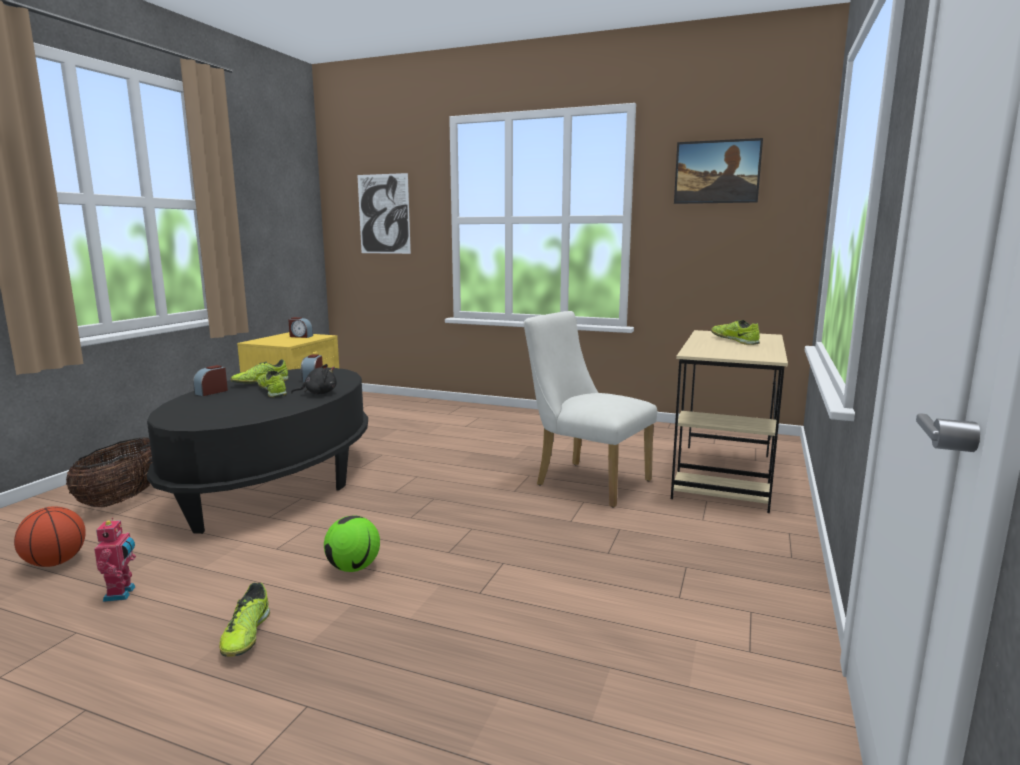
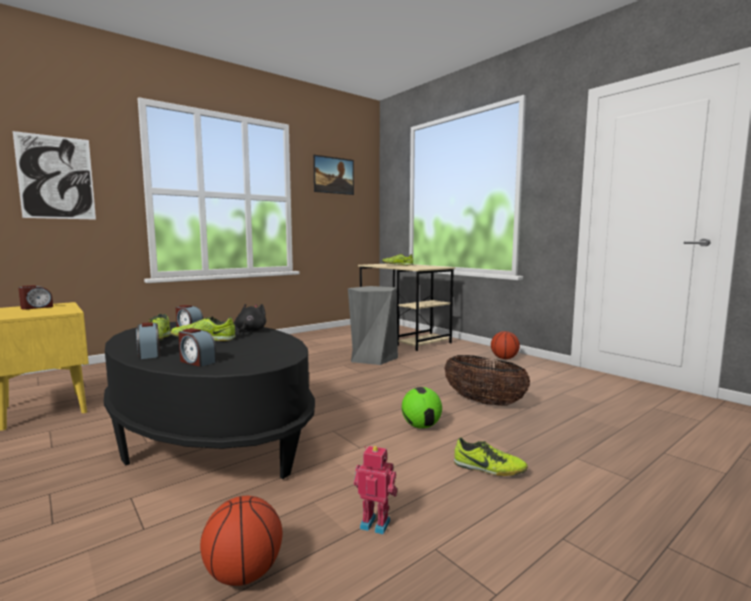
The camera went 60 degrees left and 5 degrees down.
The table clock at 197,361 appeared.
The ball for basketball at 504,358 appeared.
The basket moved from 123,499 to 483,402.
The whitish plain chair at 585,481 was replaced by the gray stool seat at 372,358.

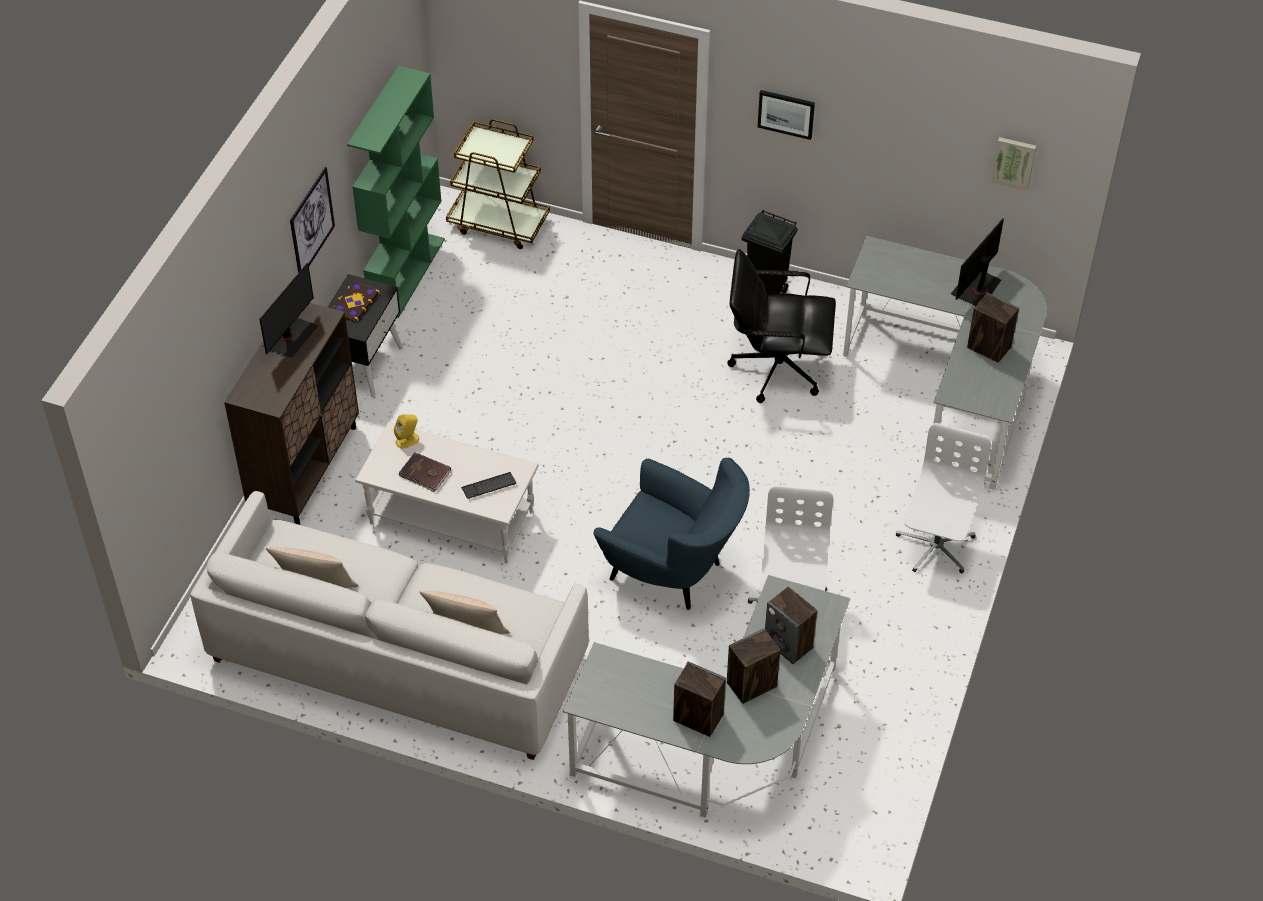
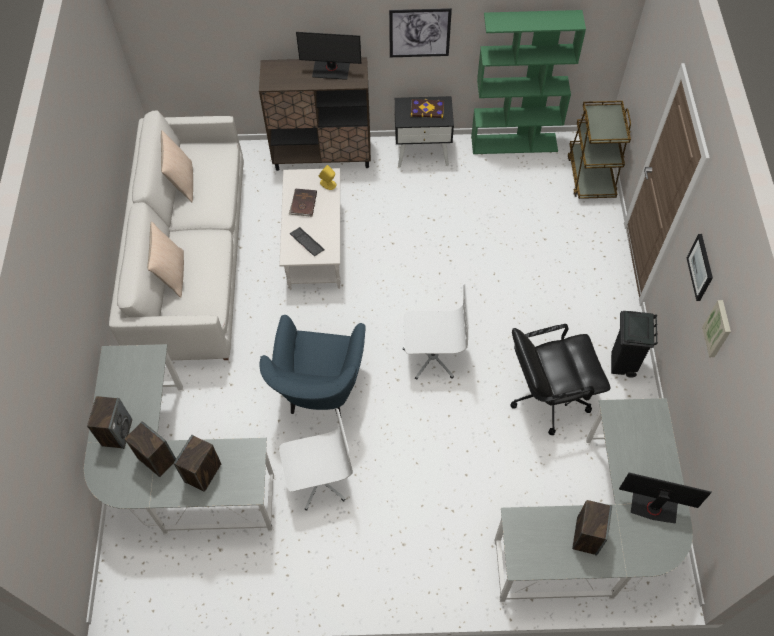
The camera went 70 degrees right and 10 degrees up.
The whitish office chair moved from 935,546 to 432,356.
The wall picture moved from 1014,162 to 718,329.
The black office chair at 776,368 turned 90 degrees counterclockwise.

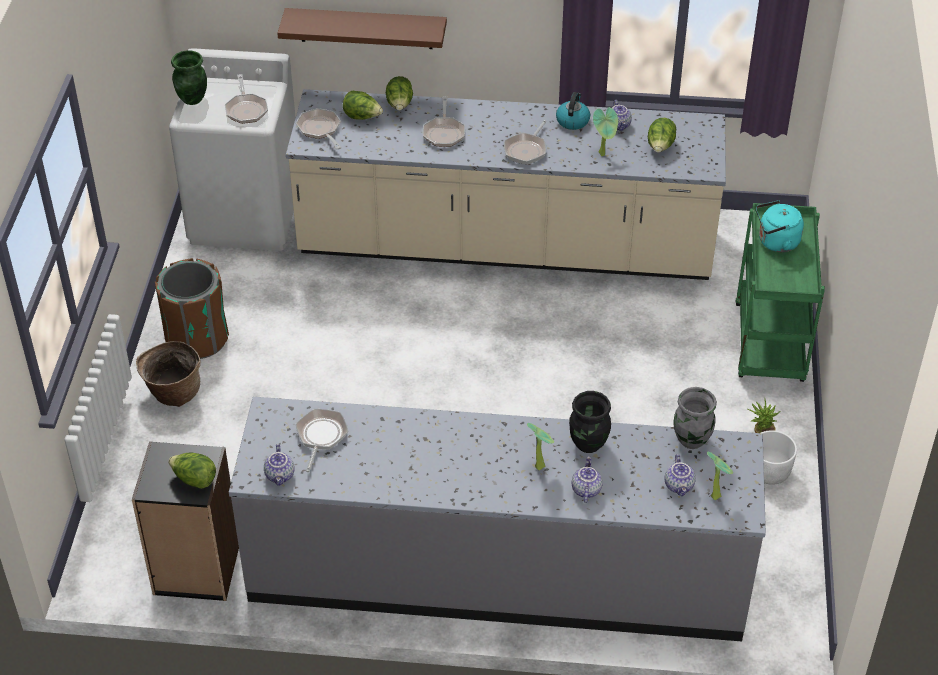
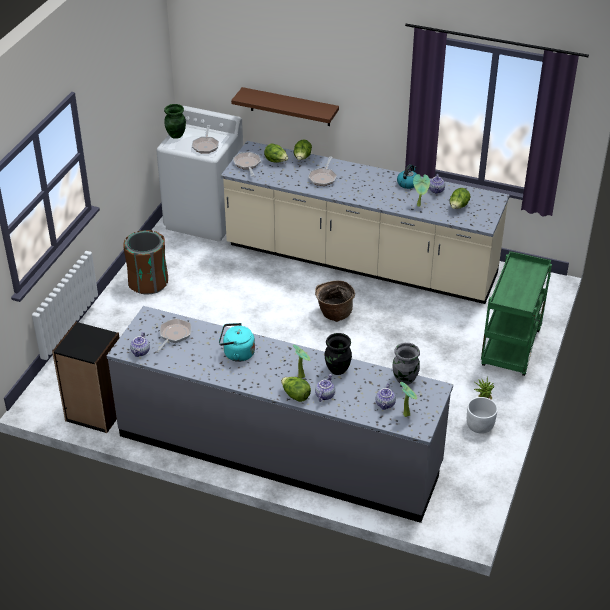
The camera went 15 degrees right and 5 degrees down.
The skillet at 526,150 disappeared.
The basket moved from 173,393 to 334,313.
The lettuce head moved from 194,480 to 295,396.
The blue-green water kettle moved from 776,242 to 237,353.

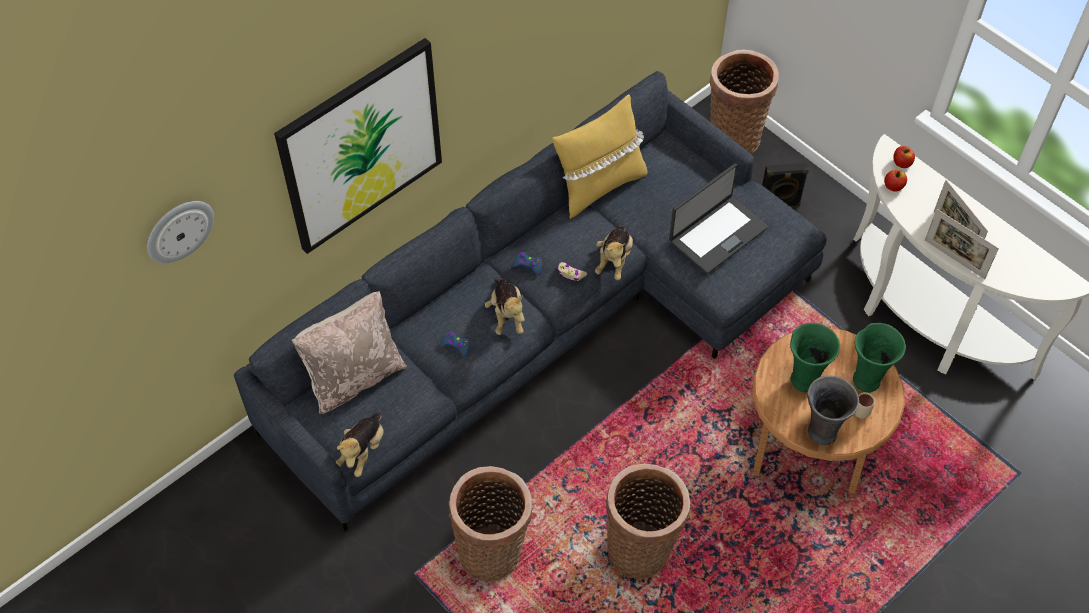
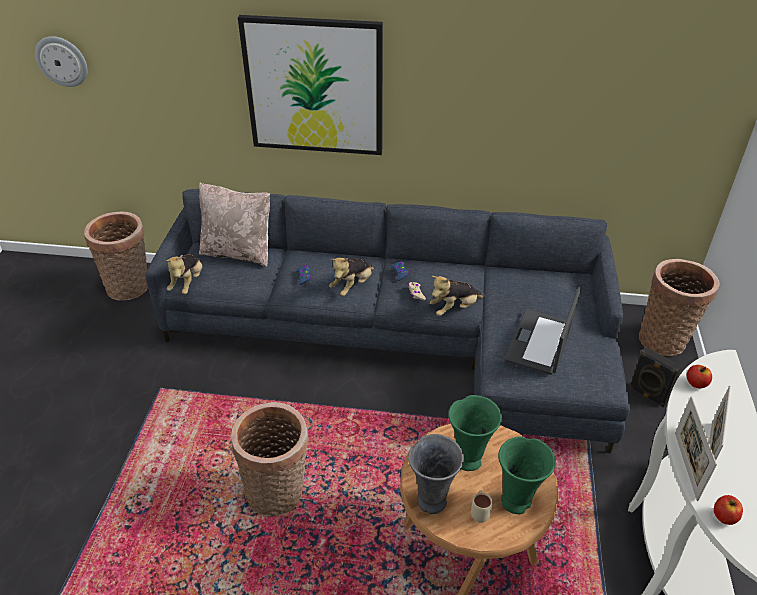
The camera went 50 degrees right and 15 degrees down.
The yellow pillow at 599,186 disappeared.
The clock on the wall moved from 179,230 to 62,61.
The basket moved from 493,550 to 130,288.
The whole apple moved from 901,163 to 724,516.
The cuddly toy at 363,451 turned 60 degrees counterclockwise.
The portable computer at 717,234 turned 105 degrees clockwise.

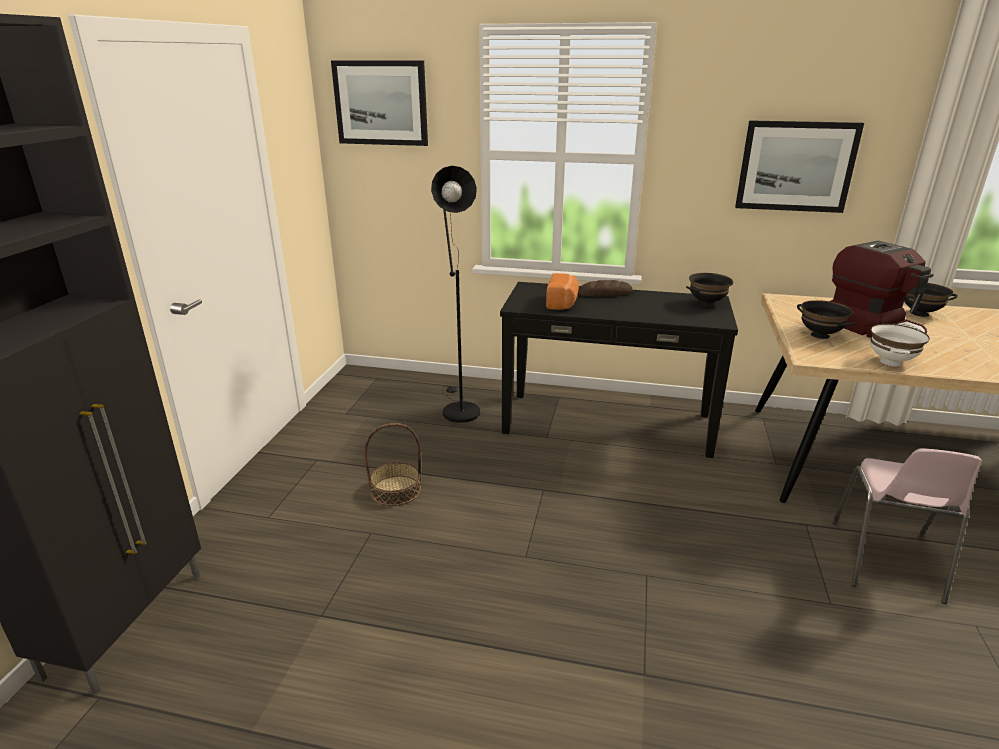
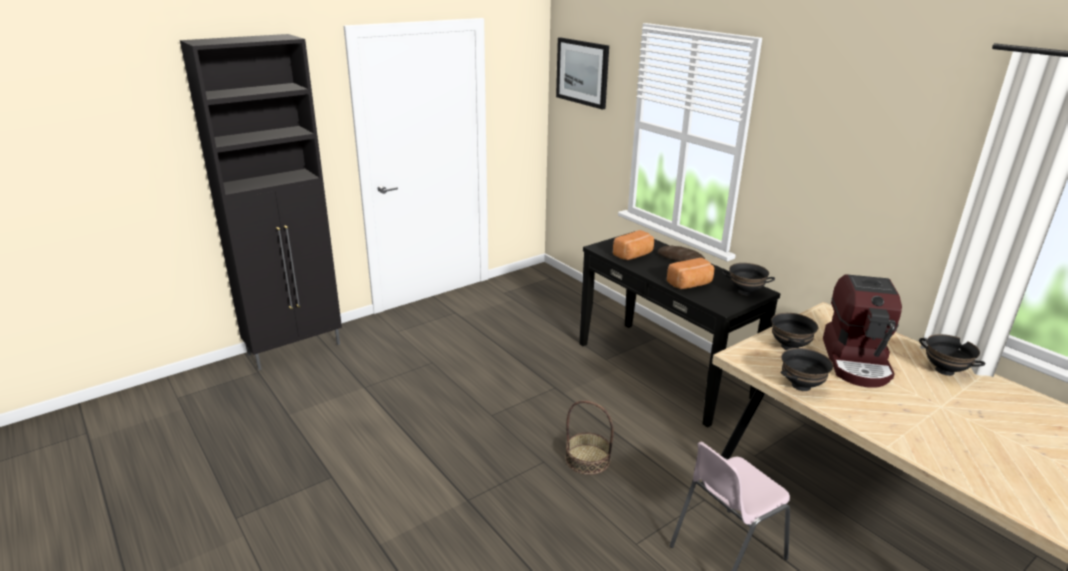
The camera went 40 degrees right and 0 degrees up.
The black floor lamp at 458,409 disappeared.
The wall picture at 796,166 disappeared.
The baked bread at 691,284 appeared.
The basket moved from 396,490 to 587,459.
The whitish serving bowl at 890,362 became the black serving bowl at 801,385.

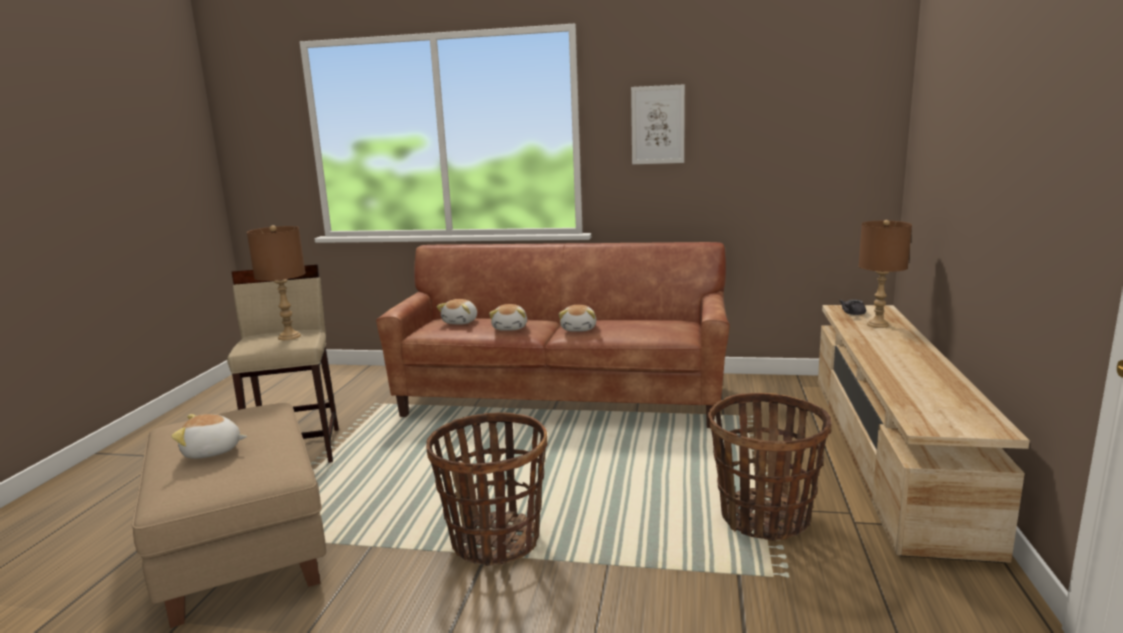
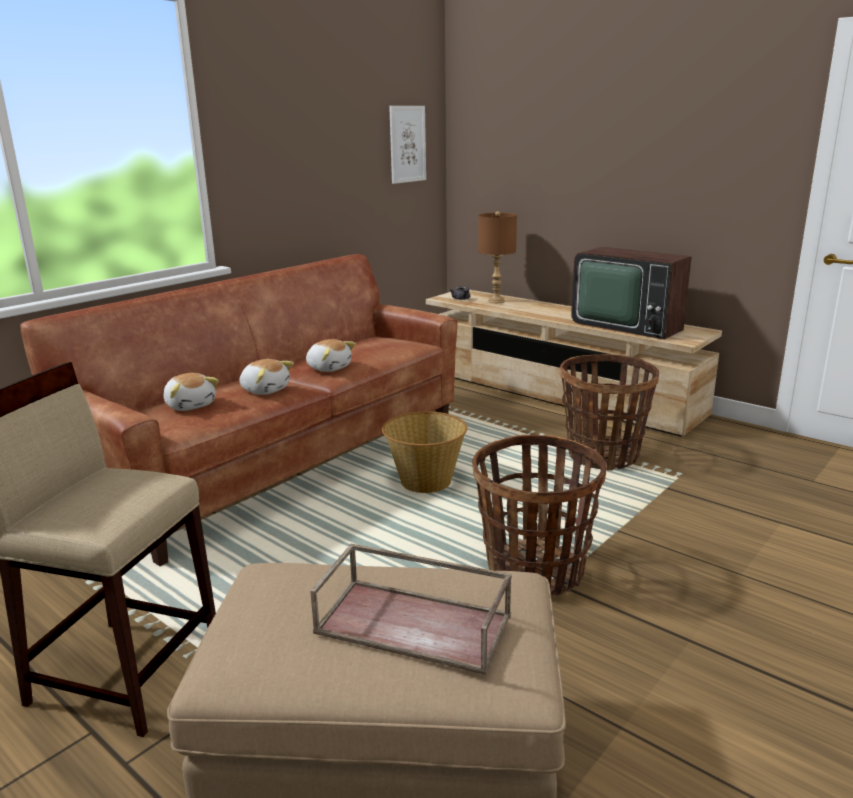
The camera went 60 degrees left and 5 degrees up.
The brown tabletop lamp at 289,336 disappeared.
The basket at 425,481 appeared.
The TV set at 628,324 appeared.
The wall picture moved from 657,125 to 407,144.
The cuddly toy at 212,451 was replaced by the brown tray at 416,623.

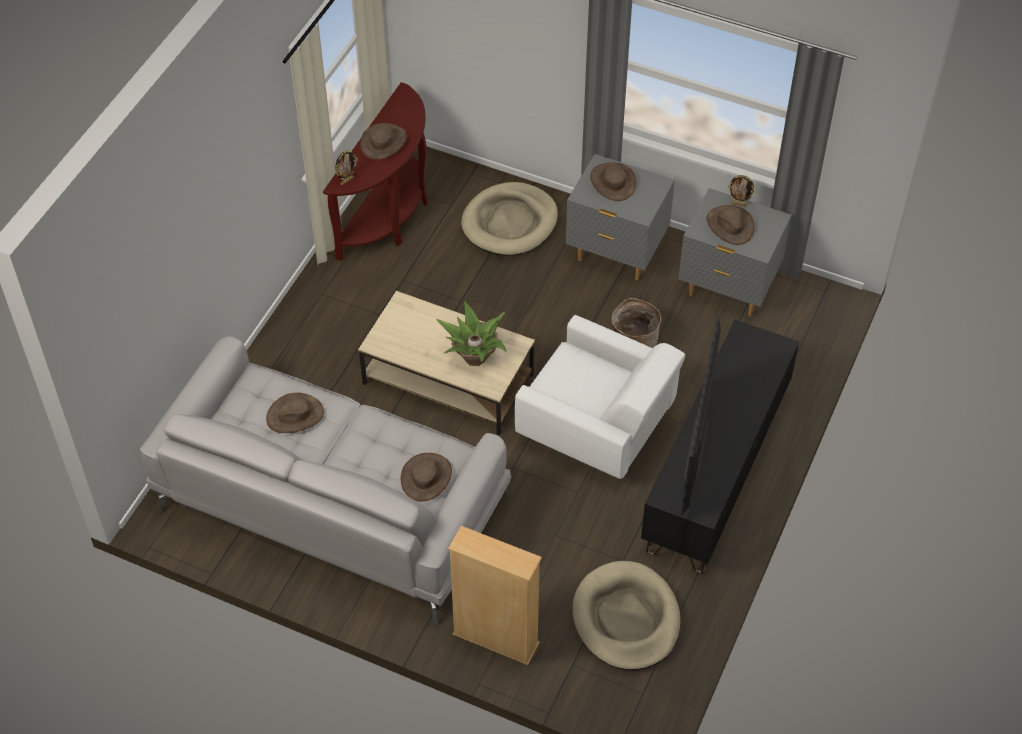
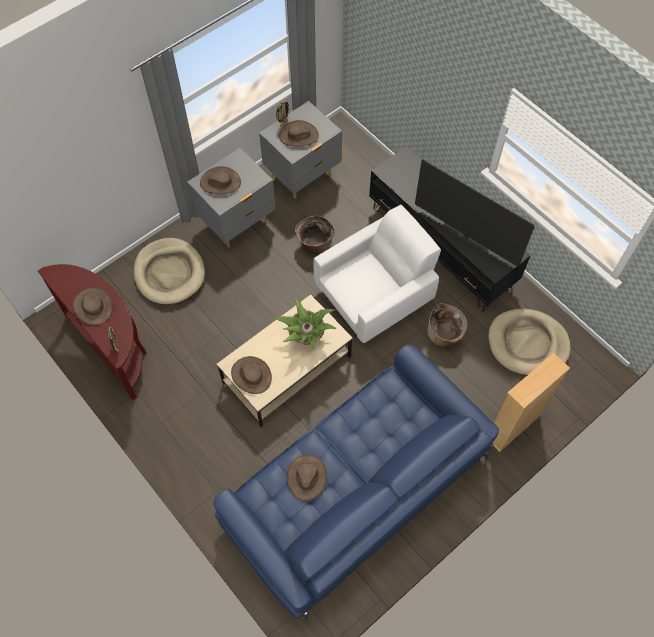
The camera went 65 degrees left and 10 degrees up.
The basket at 444,335 appeared.
The brown hat moved from 426,477 to 251,375.
The gray sofa at 331,501 became the bluish sofa at 355,489.

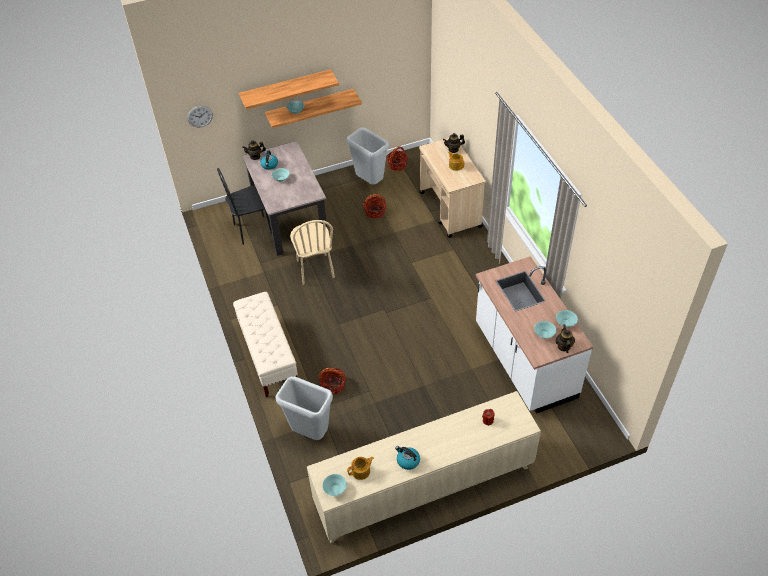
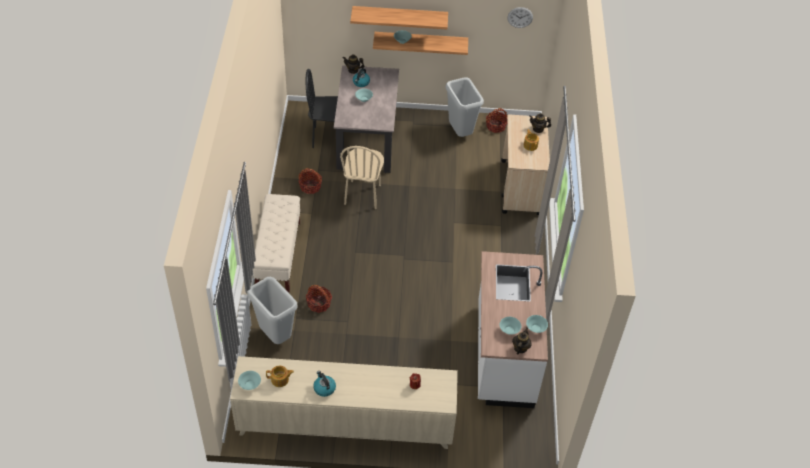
The camera went 20 degrees right and 0 degrees up.
The clock on the wall moved from 200,116 to 520,17.
The basket moved from 375,212 to 310,186.

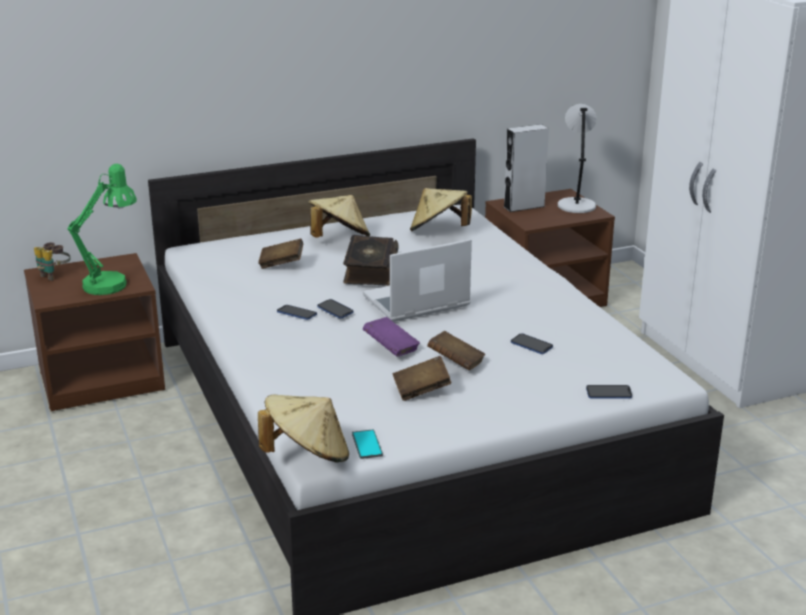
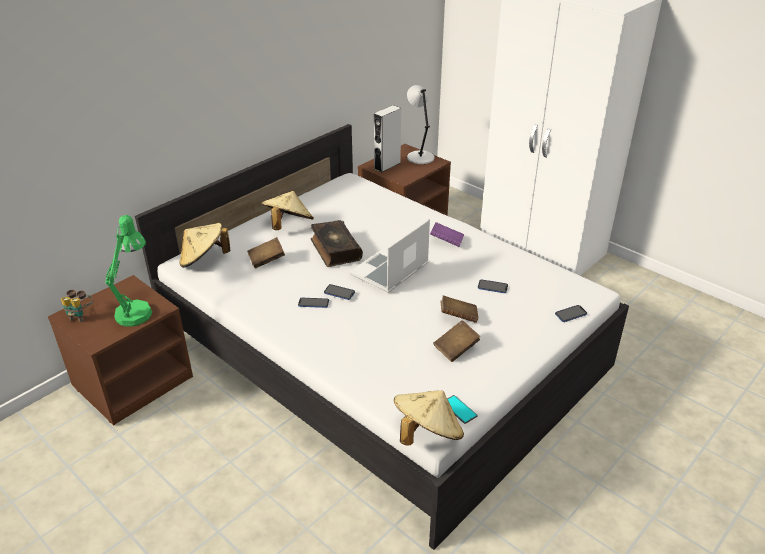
The camera went 25 degrees left and 10 degrees up.
The purple book moved from 391,348 to 446,242.
The beige-coloured hat moved from 439,231 to 204,260.

